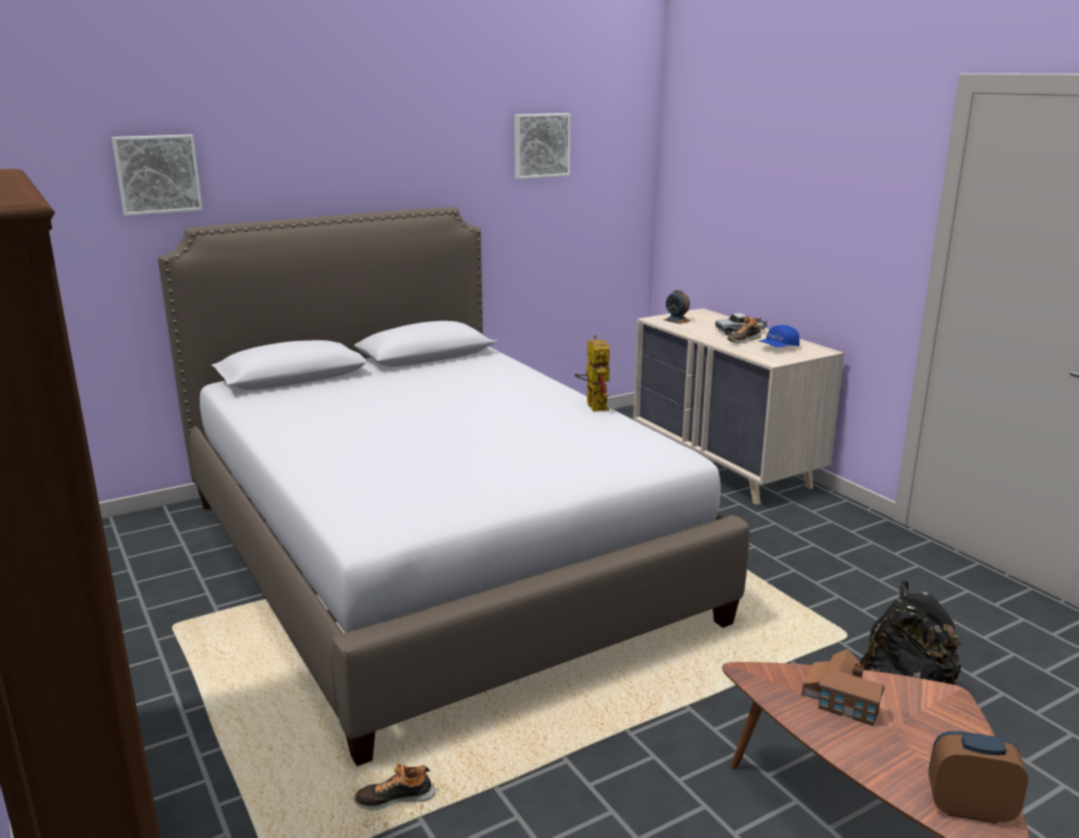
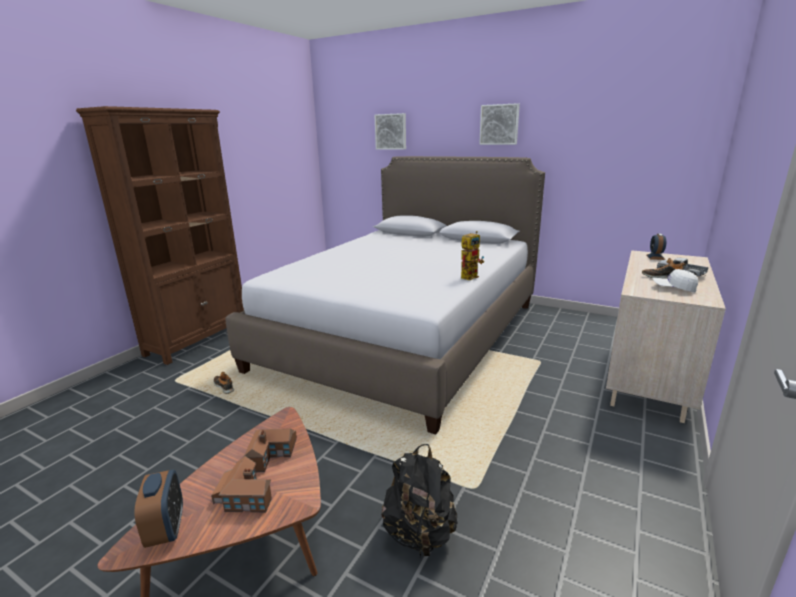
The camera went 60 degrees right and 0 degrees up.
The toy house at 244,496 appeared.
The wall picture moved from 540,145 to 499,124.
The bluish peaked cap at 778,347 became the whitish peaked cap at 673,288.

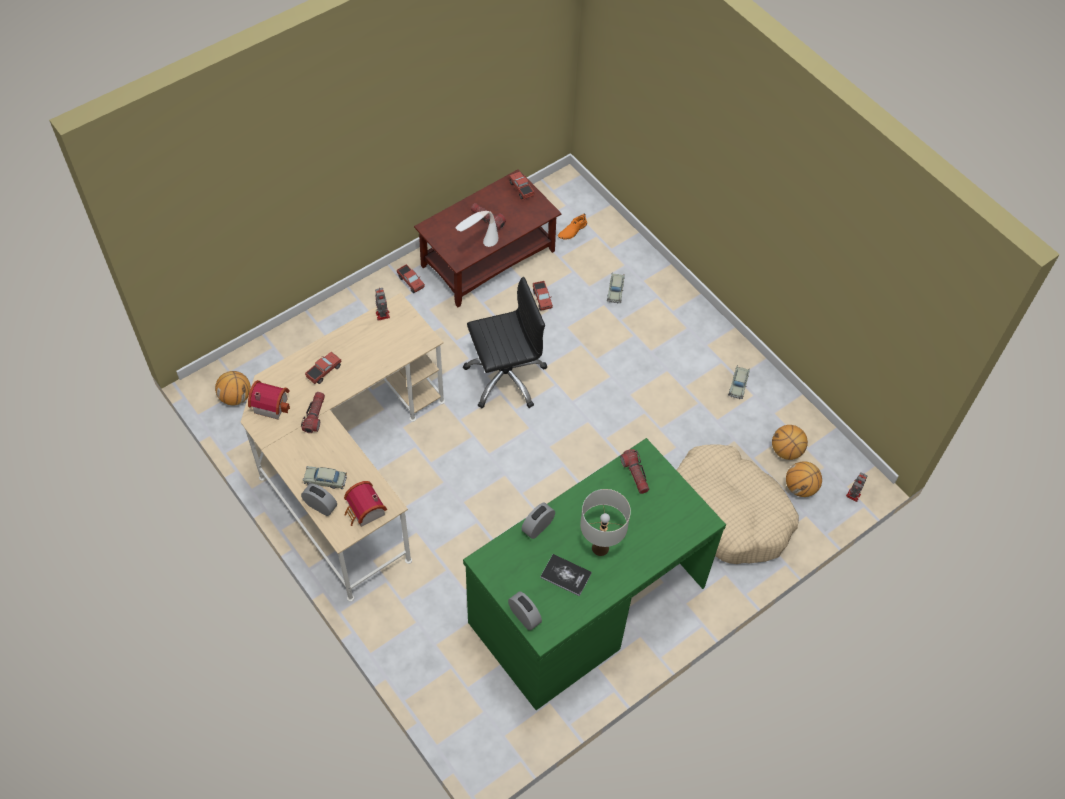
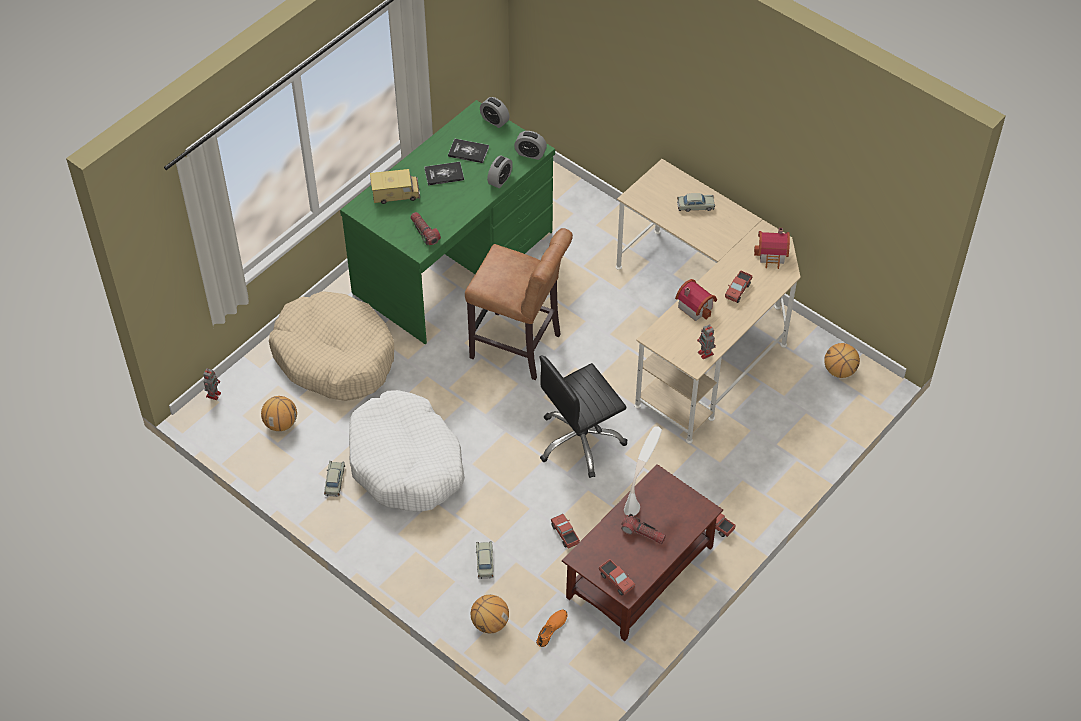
The camera went 170 degrees right and 5 degrees down.
The torch at 315,416 disappeared.
The whitish pet bed at 406,463 appeared.
The model truck at 395,193 appeared.
The brown stool seat at 520,348 appeared.
The table clock moved from 320,506 to 530,153.
The toy house moved from 365,512 to 696,306.
The ball for basketball moved from 800,487 to 489,623.
The whitish tabletop lamp at 600,548 was replaced by the book at 444,174.

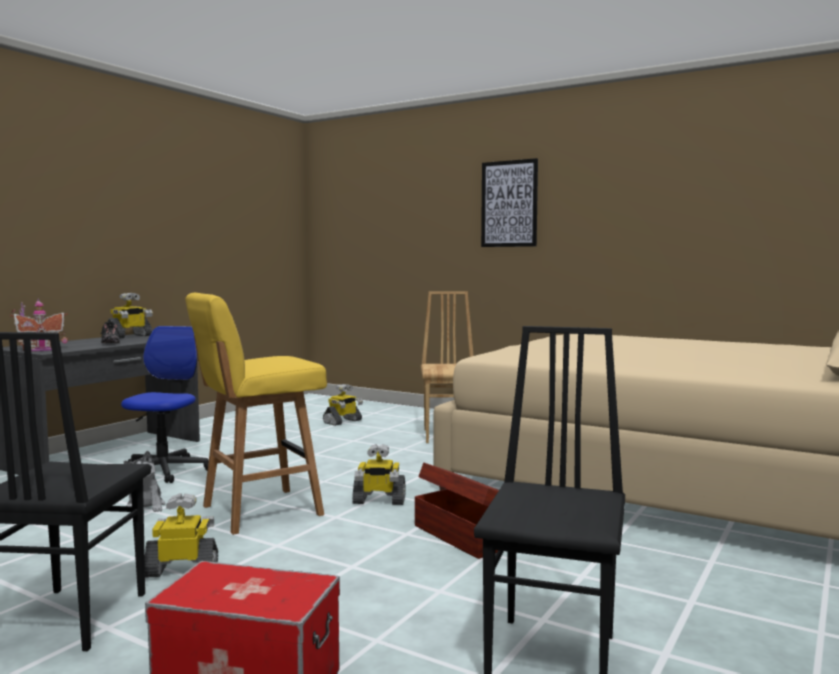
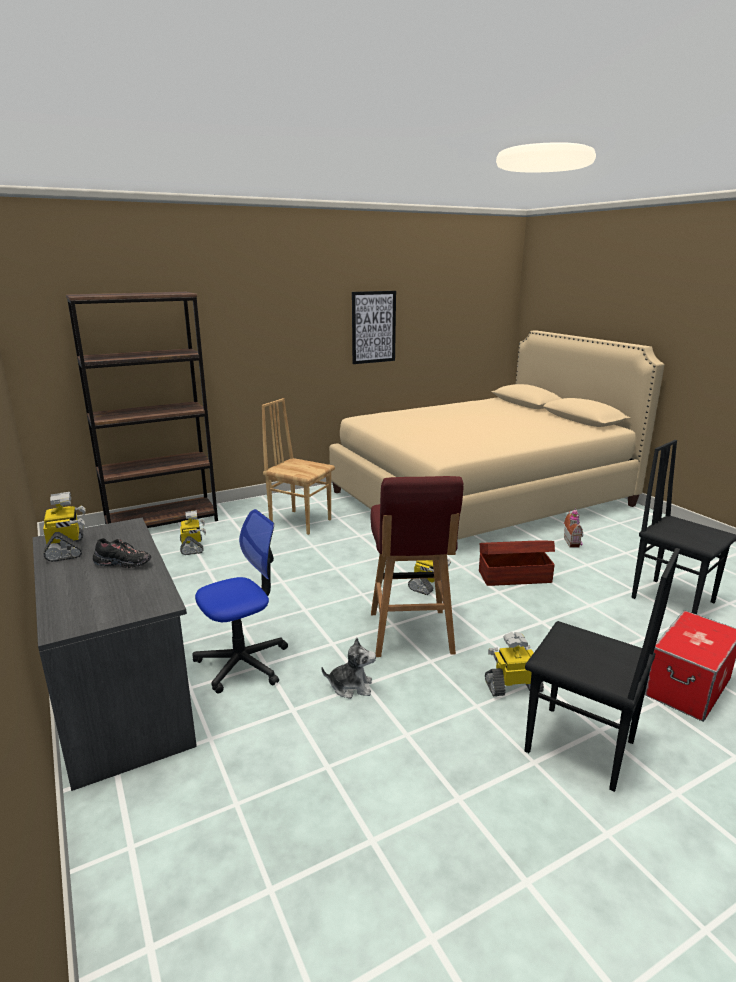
The camera went 60 degrees left and 15 degrees up.
The brown bookshelf at 162,523 appeared.
The toy house moved from 41,349 to 573,542.
The wall picture moved from 509,204 to 373,327.
The yellow stool seat at 259,511 became the red-coloured stool seat at 410,634.
The office chair at 164,471 turned 105 degrees clockwise.
The toy robot at 183,569 turned 60 degrees clockwise.

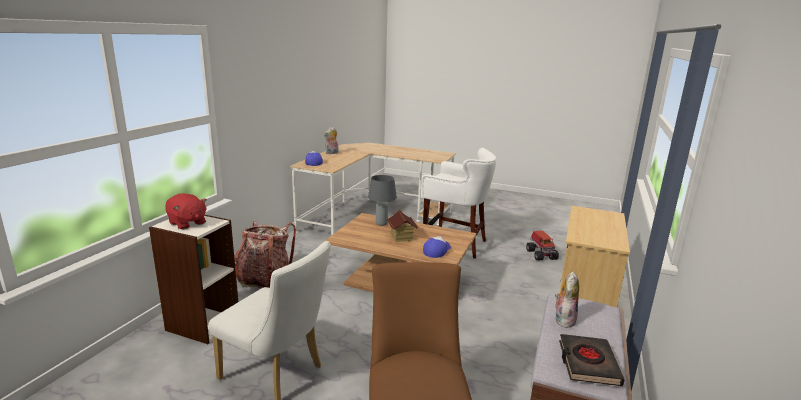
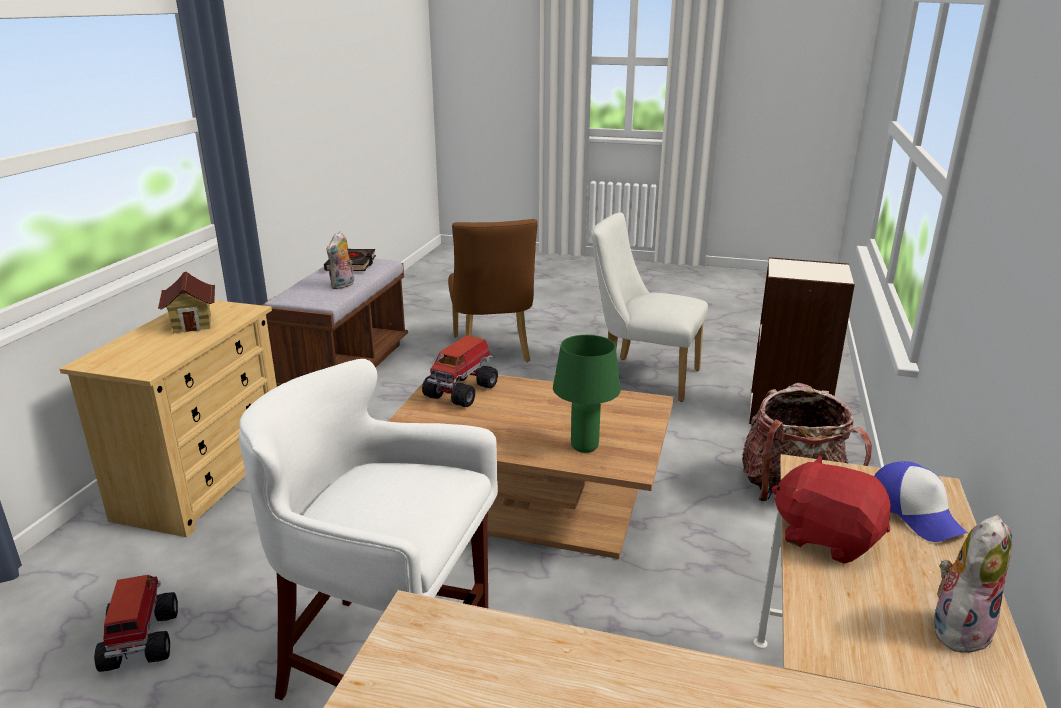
The camera went 175 degrees right and 5 degrees up.
The red-coloured cuddly toy moved from 187,223 to 826,536.
The toy house moved from 401,237 to 193,323.
The peaked cap at 437,251 was replaced by the model truck at 462,391.
The gray tabletop lamp at 381,224 became the greenish tabletop lamp at 585,447.

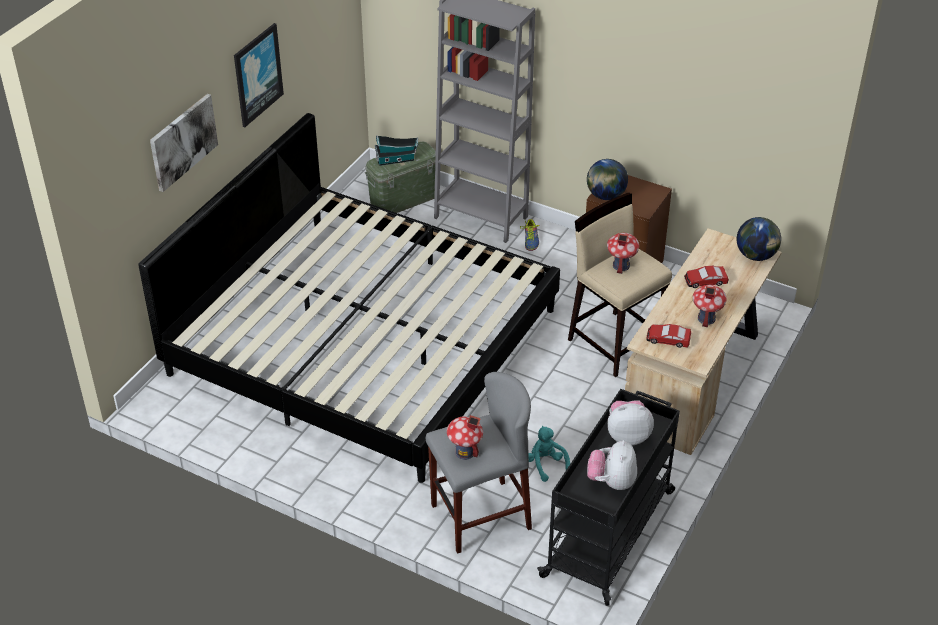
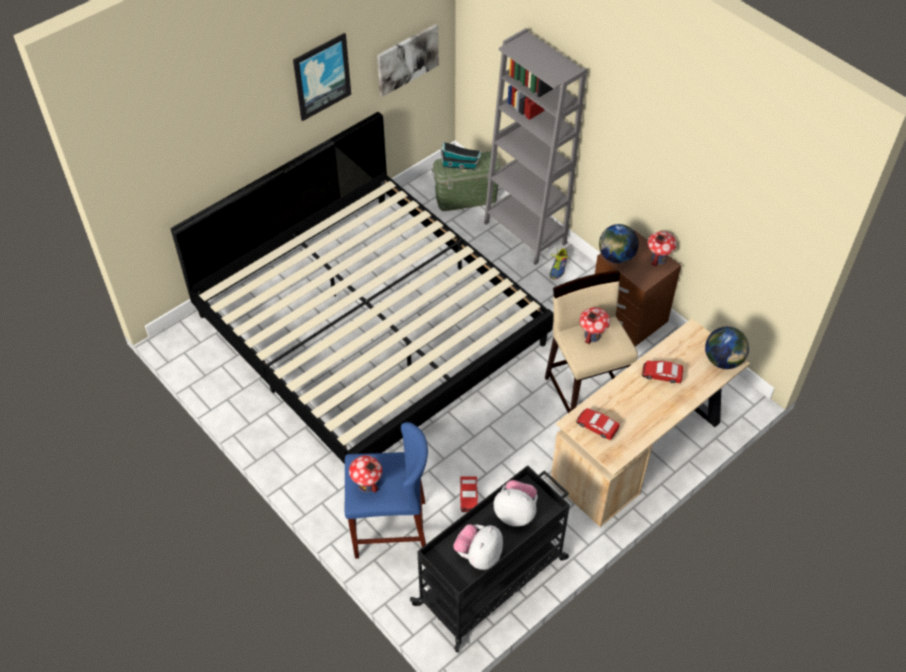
The camera went 20 degrees right and 10 degrees up.
The wall picture moved from 183,141 to 407,59.
The toy house moved from 706,318 to 658,259.
The blue-green cuddly toy at 546,464 was replaced by the model car at 468,496.
The gray stool seat at 480,517 became the bluish stool seat at 390,529.

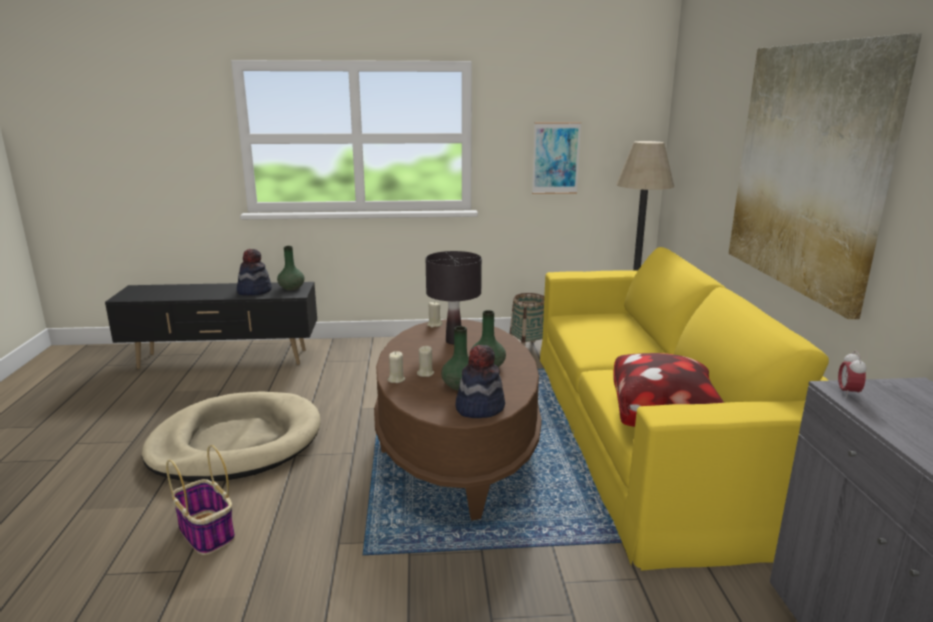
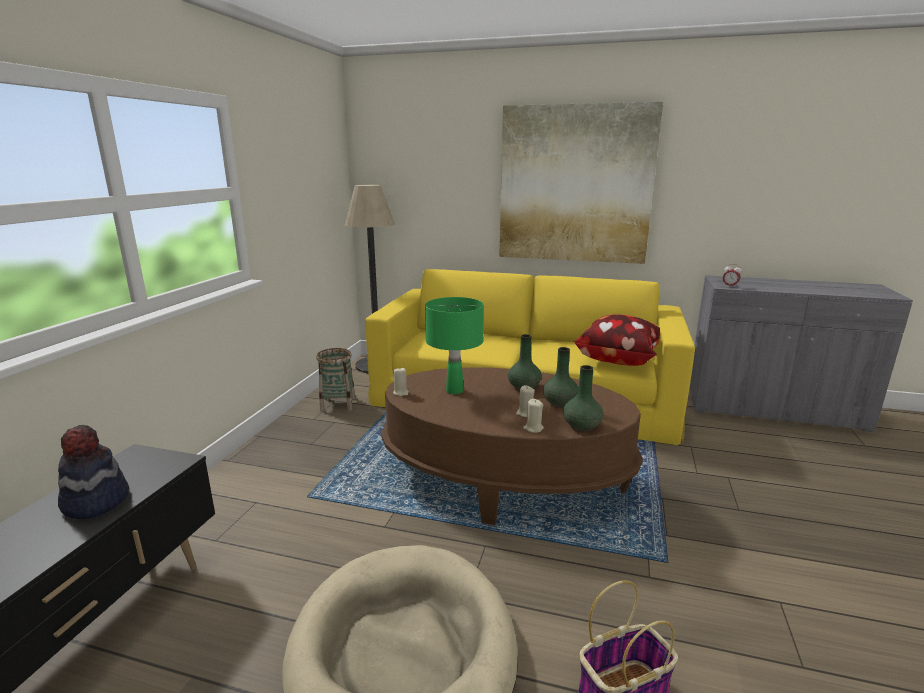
The camera went 70 degrees left and 0 degrees up.
The hat at 479,407 disappeared.
The wall picture at 556,158 disappeared.
The greenish flower vase moved from 292,288 to 582,425.
The black tabletop lamp at 453,341 became the greenish tabletop lamp at 455,391.

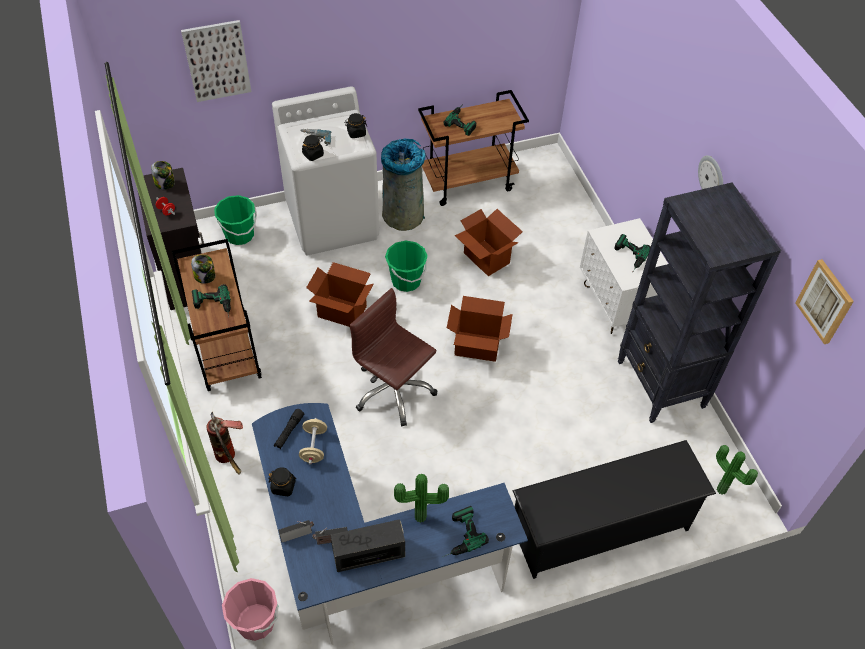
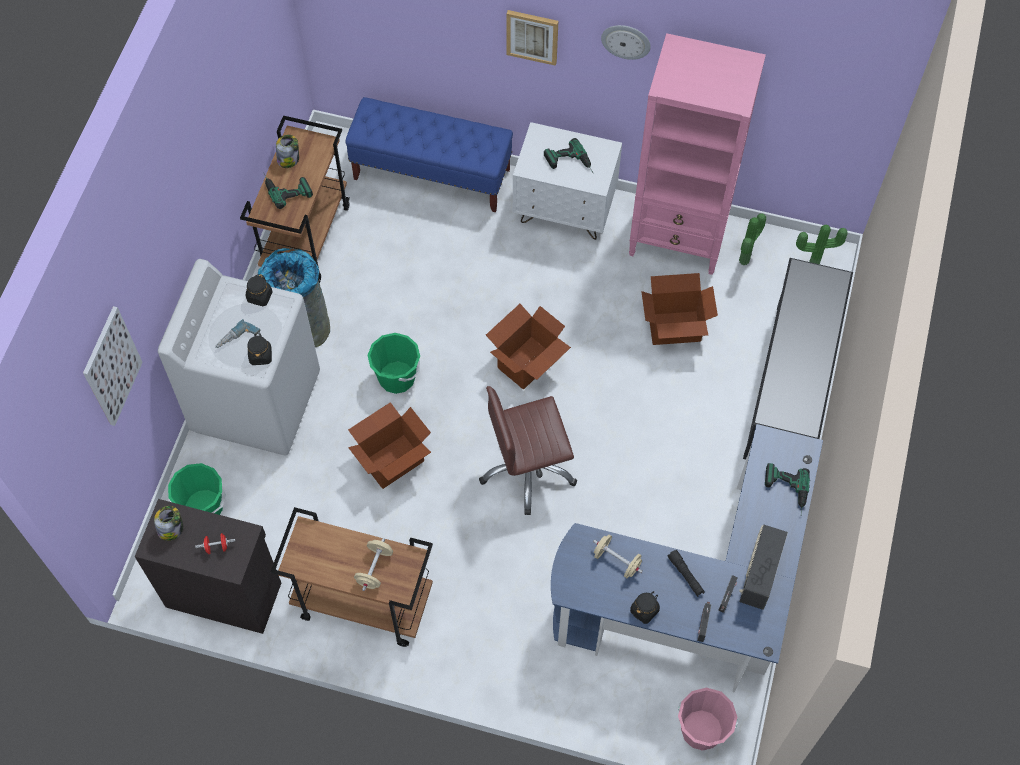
The camera went 55 degrees left and 10 degrees up.
The extinguisher at 230,459 disappeared.
The bluish indoor bench at 432,174 appeared.
The storage jar moved from 205,276 to 288,159.
The black torch moved from 289,431 to 685,575.
The plant in a pot moved from 421,519 to 746,261.
The carton moved from 486,258 to 674,328.
The wall picture moved from 825,301 to 532,36.
The drill at 213,307 was replaced by the beige-coloured free weight at 374,569.
The black bookshelf at 660,385 became the pinkish bookshelf at 679,238.

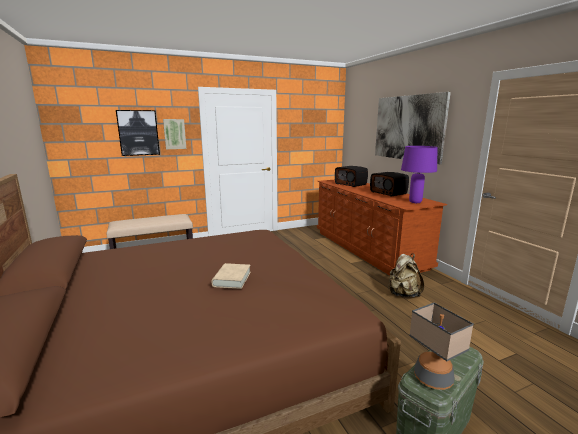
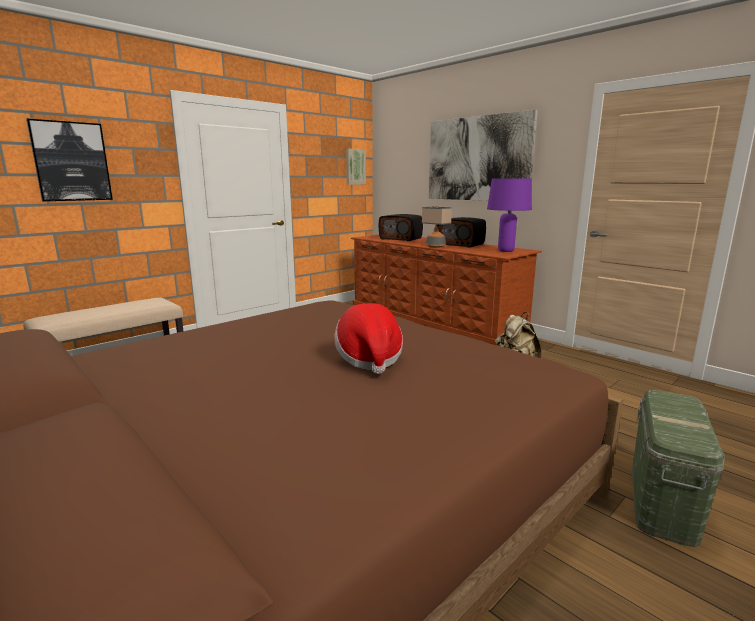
The camera went 20 degrees left and 0 degrees up.
The wall picture moved from 174,134 to 355,167.
The tabletop lamp moved from 432,378 to 435,246.
The beige-coloured book at 232,279 was replaced by the hat at 369,358.

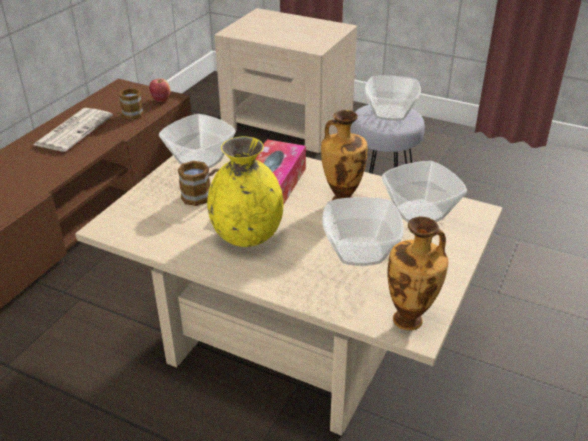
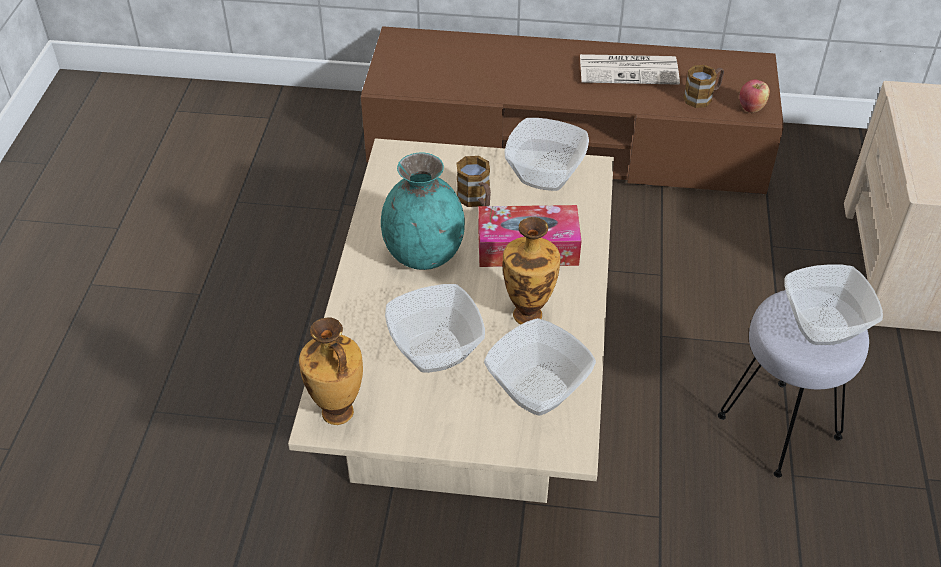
The camera went 70 degrees right and 10 degrees up.
The yellow flower vase at 246,235 became the blue-green flower vase at 424,254.

